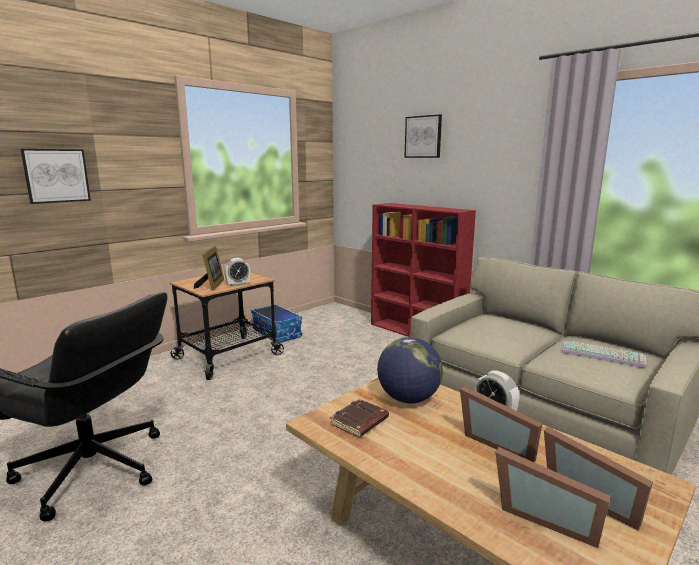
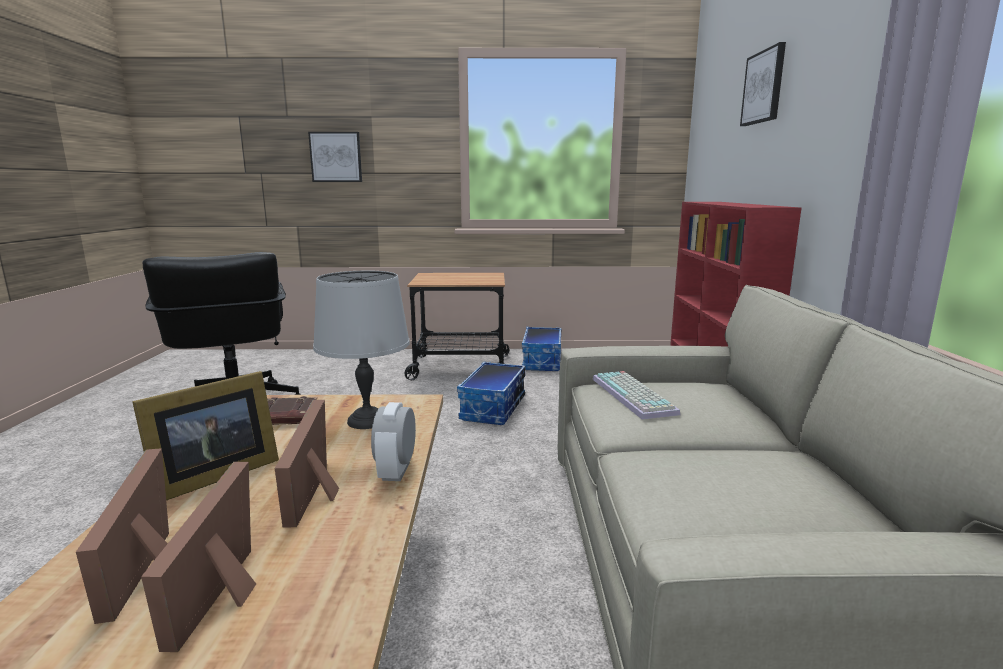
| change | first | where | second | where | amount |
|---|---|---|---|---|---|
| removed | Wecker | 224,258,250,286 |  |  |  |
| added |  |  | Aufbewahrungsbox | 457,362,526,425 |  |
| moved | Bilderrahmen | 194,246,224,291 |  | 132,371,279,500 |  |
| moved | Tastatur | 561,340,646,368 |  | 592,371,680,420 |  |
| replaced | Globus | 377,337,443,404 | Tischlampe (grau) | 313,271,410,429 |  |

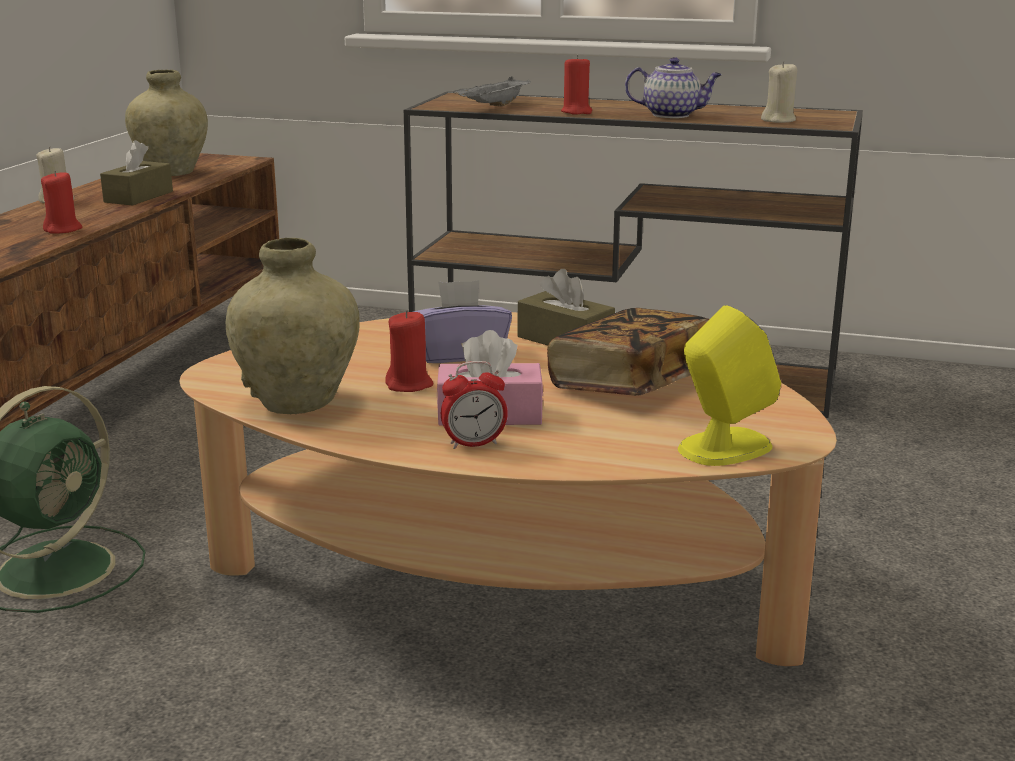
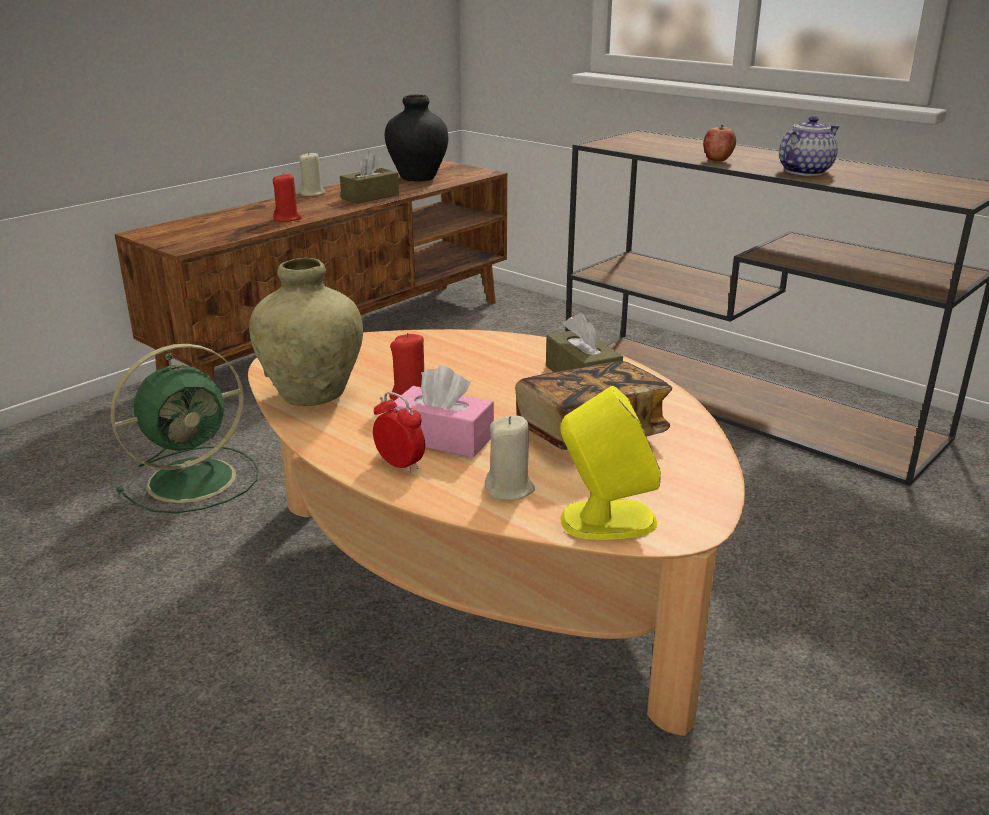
| change | first | where | second | where | amount |
|---|---|---|---|---|---|
| removed | Taschentuchbox (lila) | 414,280,512,363 |  |  |  |
| removed | Tablett (grau) | 453,77,531,106 |  |  |  |
| moved | Kerze (beige) | 761,61,797,123 |  | 485,416,535,500 |  |
| replaced | Kerze (rot) | 561,55,592,115 | Apfel | 703,125,736,161 |  |
| recoloured | Vase (beige) | 125,70,208,176 | Vase (schwarz) | 385,95,448,182 |  |
| turned | Wecker | 441,361,508,449 |  | 373,392,425,473 | 150 degrees counterclockwise |
| turned | Teekanne | 625,57,722,118 |  | 779,116,839,176 | 75 degrees counterclockwise |

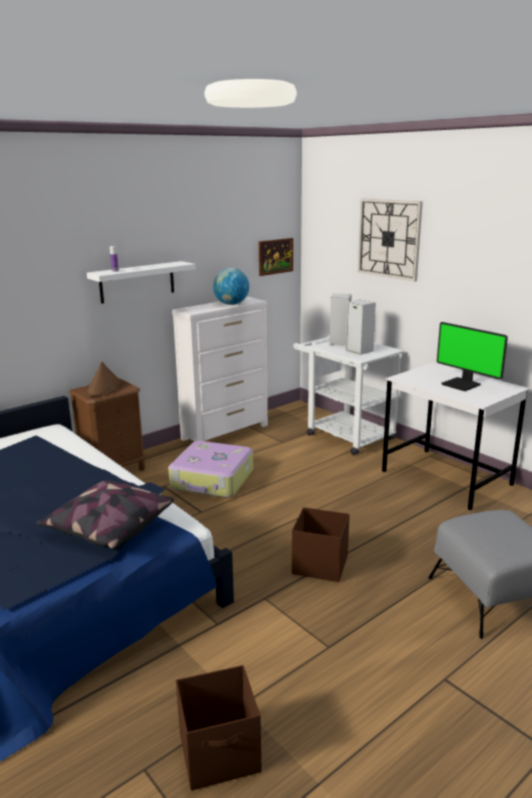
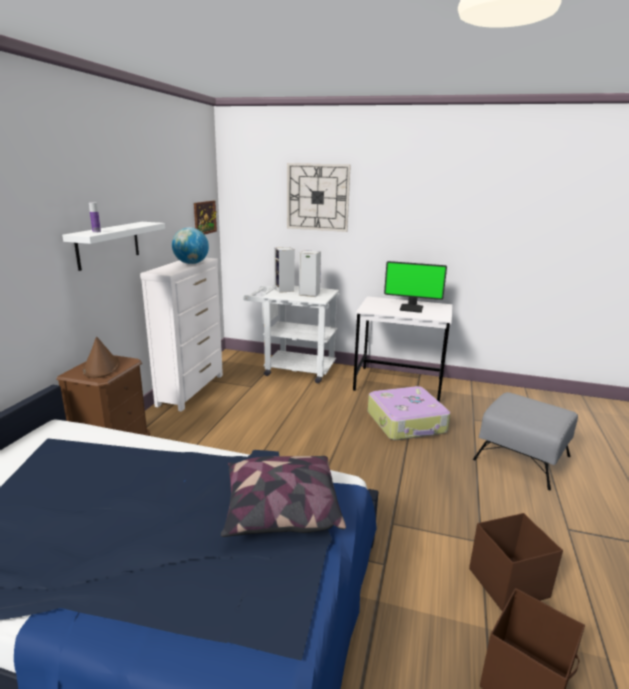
| change | first | where | second | where | amount |
|---|---|---|---|---|---|
| moved | Koffer | 168,441,253,498 |  | 368,386,450,440 |  |
| moved | Aufbewahrungsbox (braun) | 292,507,349,582 |  | 469,513,563,611 |  |

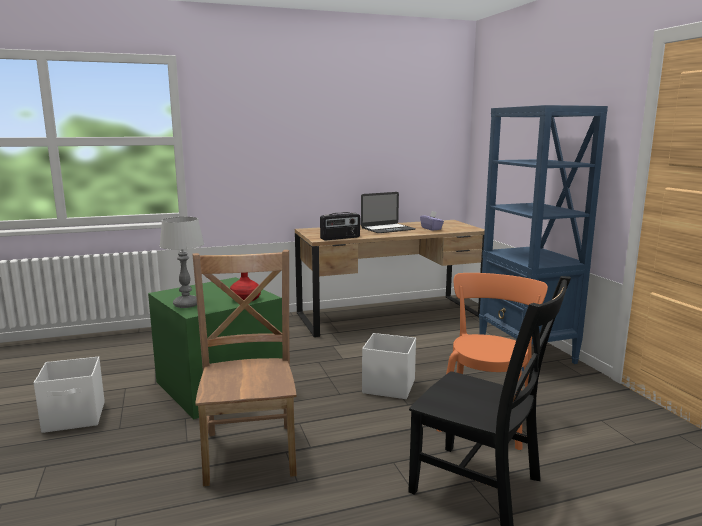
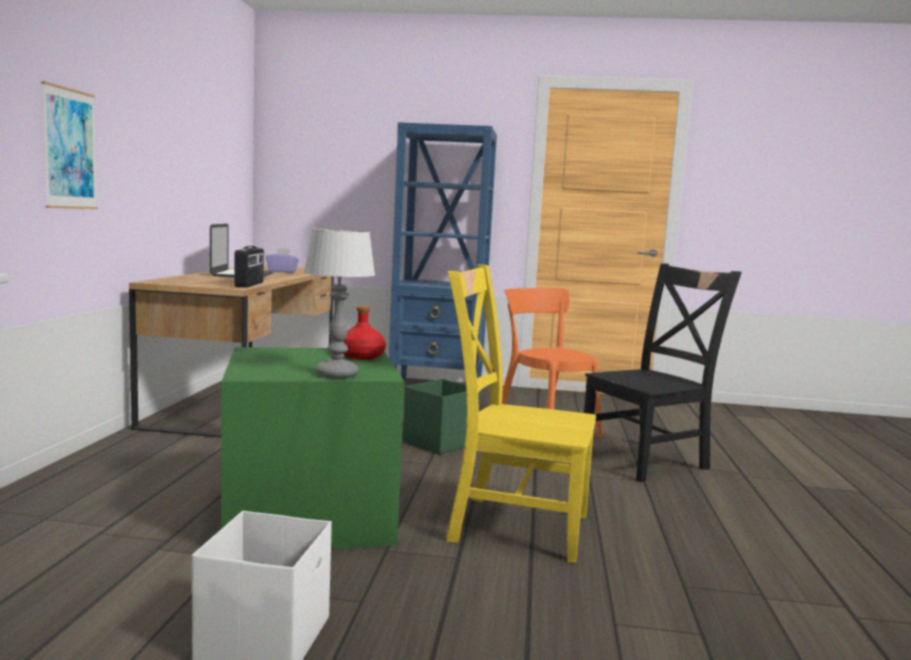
| change | first | where | second | where | amount |
|---|---|---|---|---|---|
| added |  |  | Bild | 41,81,98,209 |  |
| recoloured | Stuhl (braun) | 192,250,297,486 | Stuhl (gelb) | 446,264,596,563 |  |
| recoloured | Aufbewahrungsbox (weiß) | 362,333,416,399 | Aufbewahrungsbox (grün) | 403,379,480,455 |  |

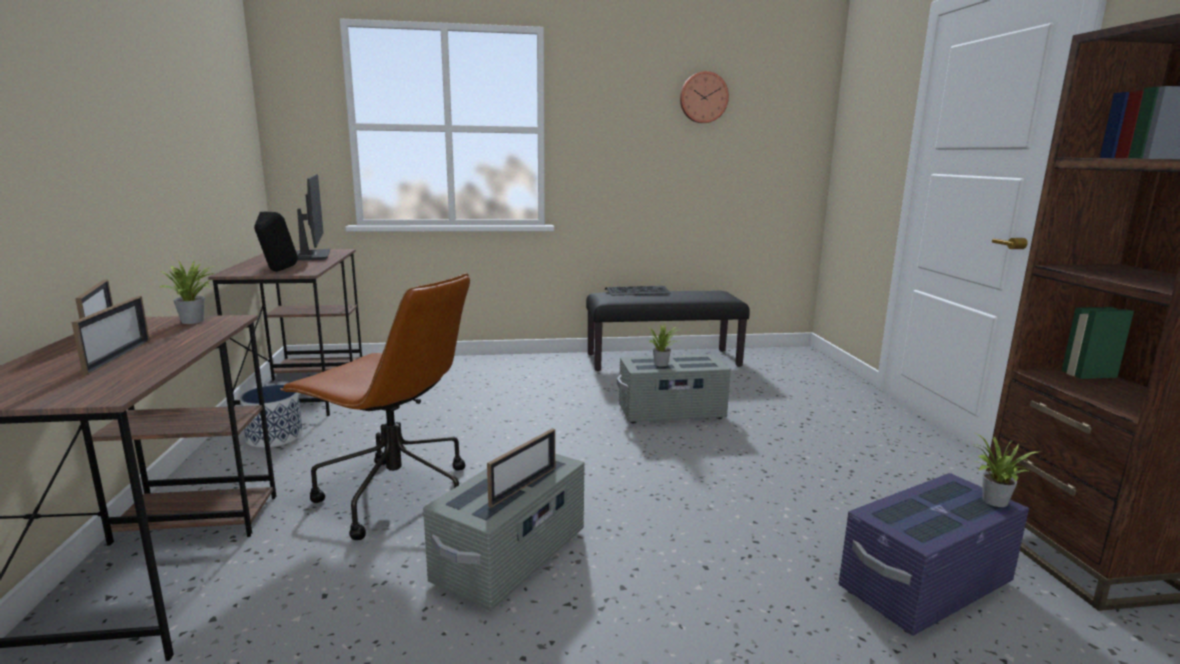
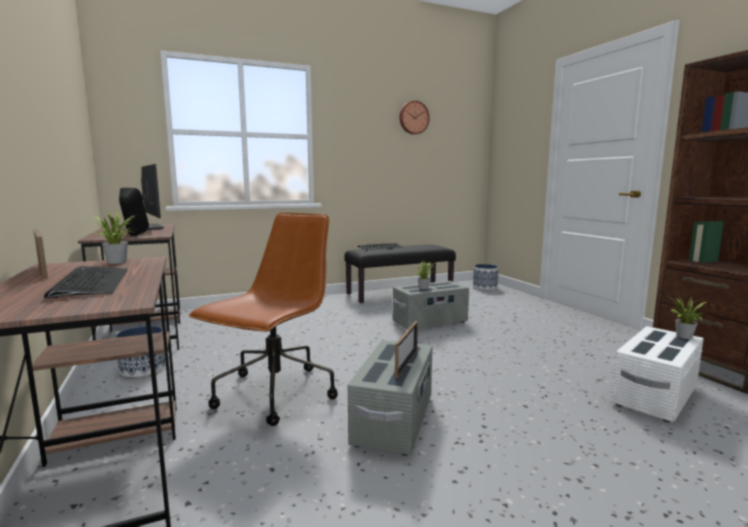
| change | first | where | second | where | amount |
|---|---|---|---|---|---|
| added |  |  | Pflanzkübel | 473,264,499,290 |  |
| replaced | Bilderrahmen | 72,296,150,375 | Tastatur | 44,266,128,298 |  |
| recoloured | Aufbewahrungsbox (lila) | 838,473,1029,635 | Aufbewahrungsbox (weiß) | 611,326,704,422 |  |
| turned | Bürostuhl (braun) | 280,273,470,540 |  | 189,213,338,426 | 75 degrees counterclockwise |

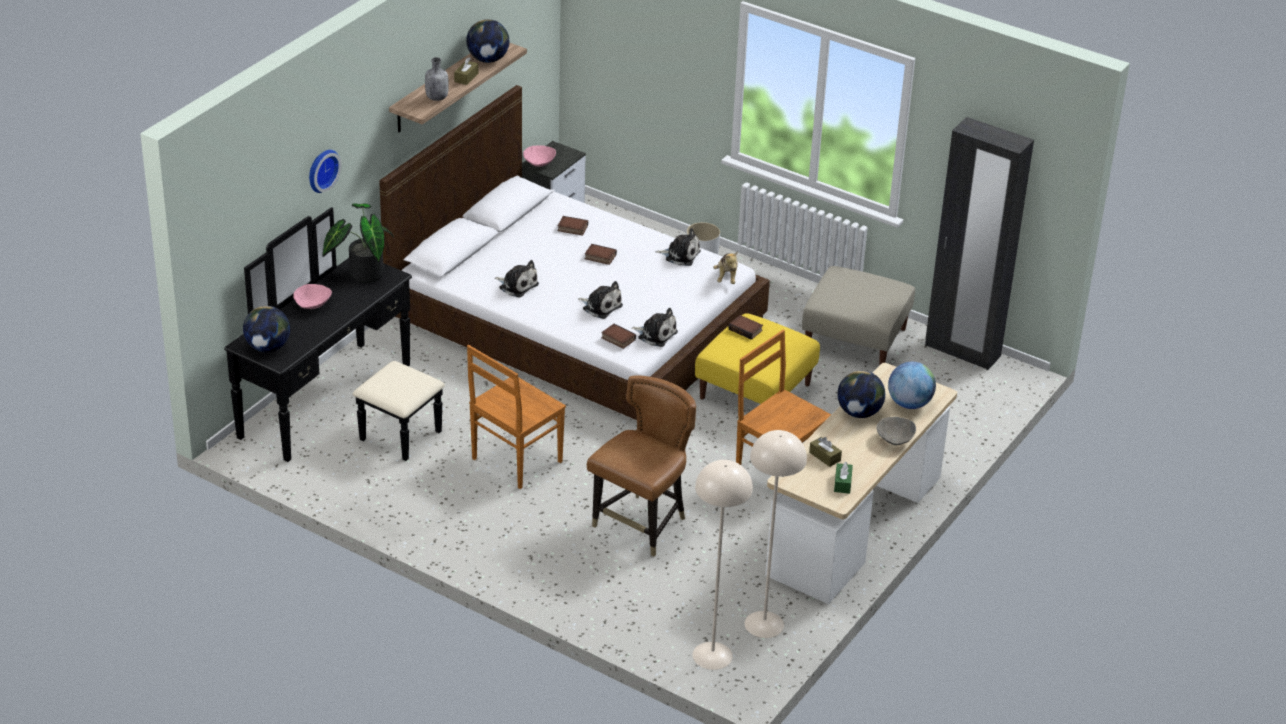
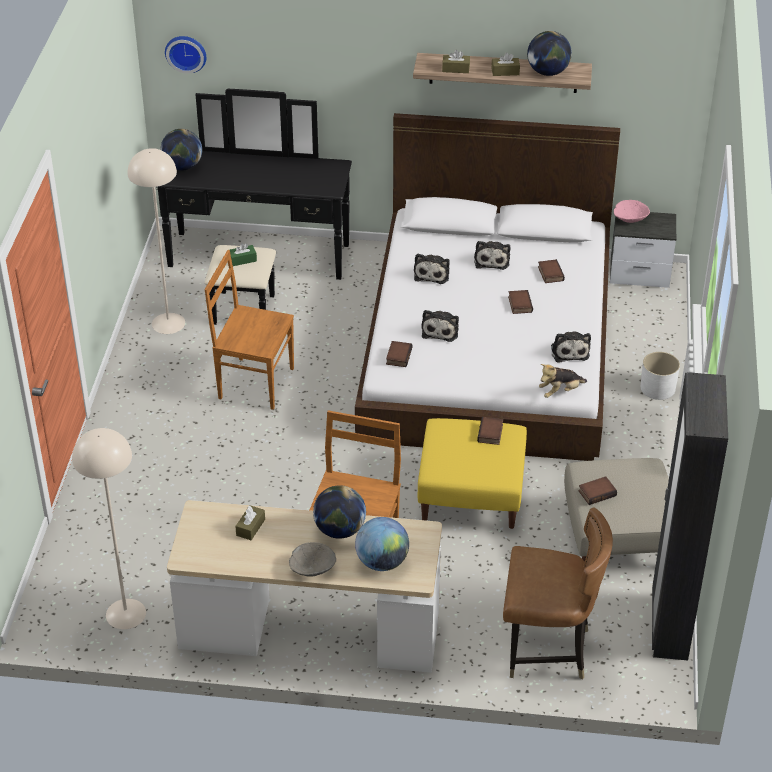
| change | first | where | second | where | amount |
|---|---|---|---|---|---|
| removed | Schüssel (rosa) | 293,284,332,309 |  |  |  |
| removed | Topfpflanze | 322,203,394,282 |  |  |  |
| added |  |  | Buch | 578,476,617,505 |  |
| moved | Wanduhr | 309,150,341,193 |  | 165,36,206,74 |  |
| moved | Stuhl (braun) | 587,375,696,556 |  | 503,508,613,680 |  |
| moved | Plüschtier | 632,308,678,347 |  | 474,241,511,270 |  |
| moved | Stehlampe (beige) | 693,460,753,670 |  | 128,148,185,334 |  |
| moved | Taschentuchbox (grün) | 834,462,853,494 |  | 230,243,257,266 |  |
| replaced | Flasche (grau) | 425,57,449,101 | Taschentuchbox (braun) | 442,50,470,73 |  |

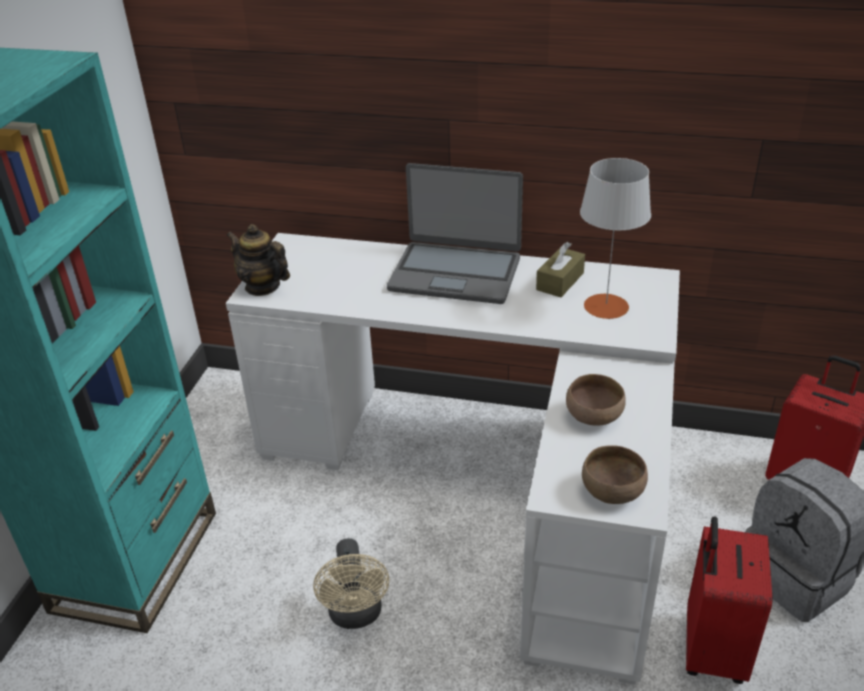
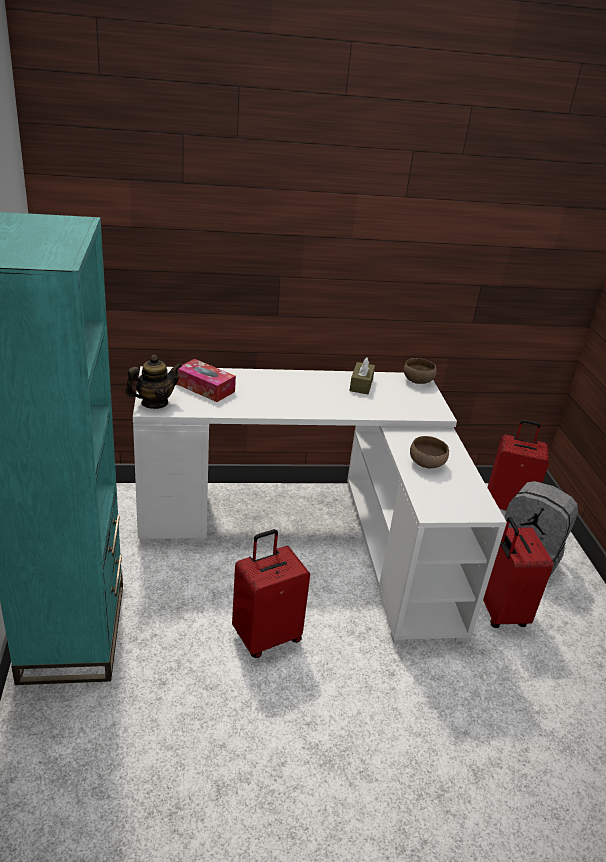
| change | first | where | second | where | amount |
|---|---|---|---|---|---|
| removed | Laptop | 387,163,523,304 |  |  |  |
| removed | Tischlampe (grau) | 580,158,651,319 |  |  |  |
| added |  |  | Taschentuchbox | 177,359,236,402 |  |
| moved | Schüssel (braun) | 582,445,648,504 |  | 404,358,437,384 |  |
| replaced | Ventilator (beige) | 313,538,389,629 | Koffer (rot) | 232,529,310,658 |  |
| turned | Teekanne | 227,224,290,296 |  | 125,355,182,409 | 135 degrees clockwise |

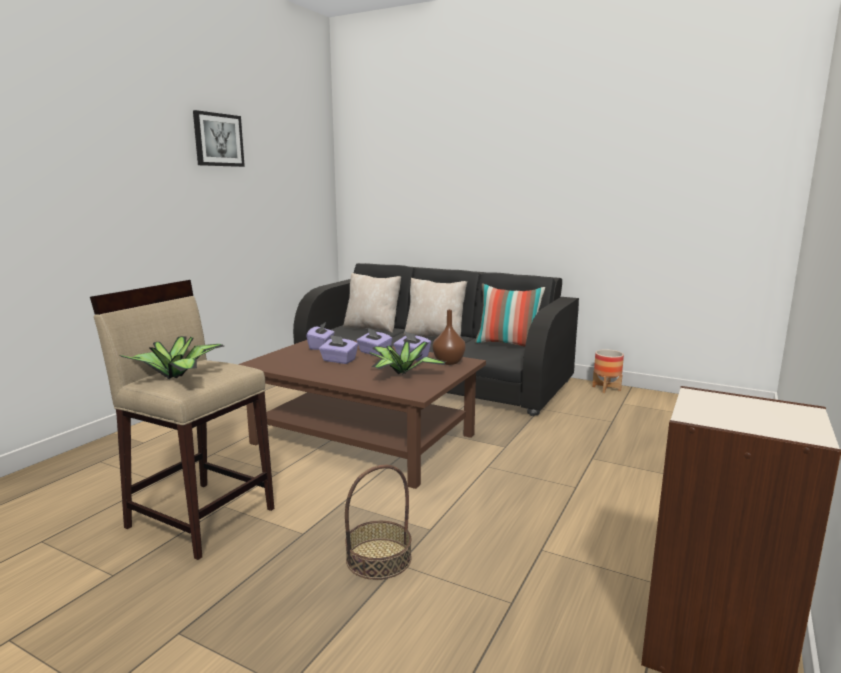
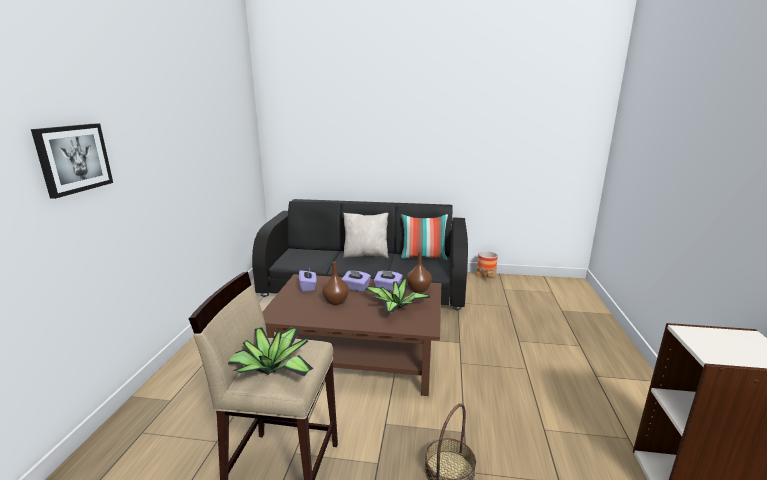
| change | first | where | second | where | amount |
|---|---|---|---|---|---|
| removed | Kissen (beige) | 343,273,401,333 |  |  |  |
| moved | Bild | 193,110,245,167 |  | 31,123,113,199 |  |
| replaced | Taschentuchbox (lila) | 319,335,358,364 | Vase (braun) | 322,262,349,305 |  |

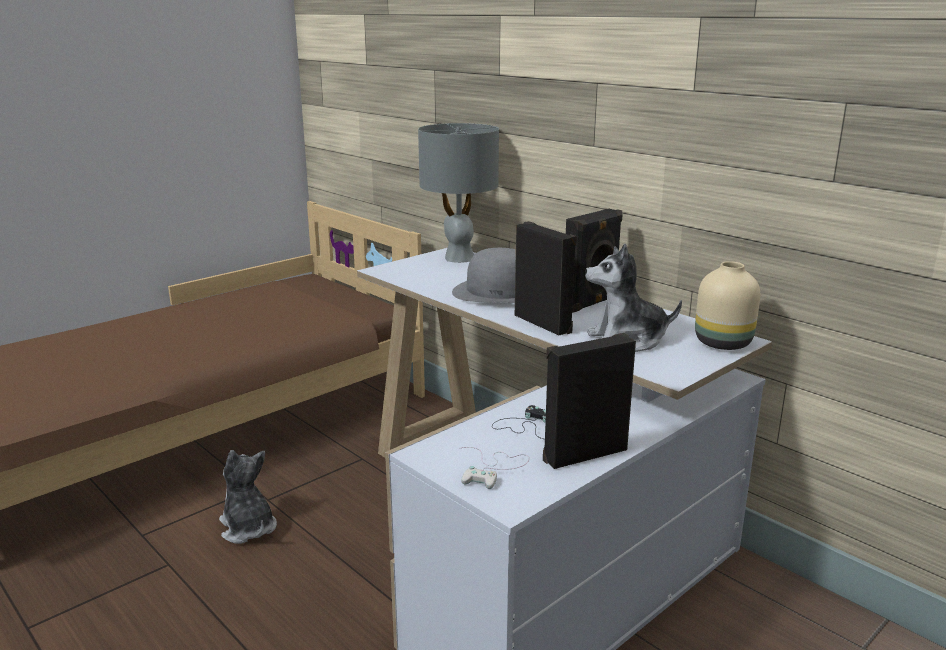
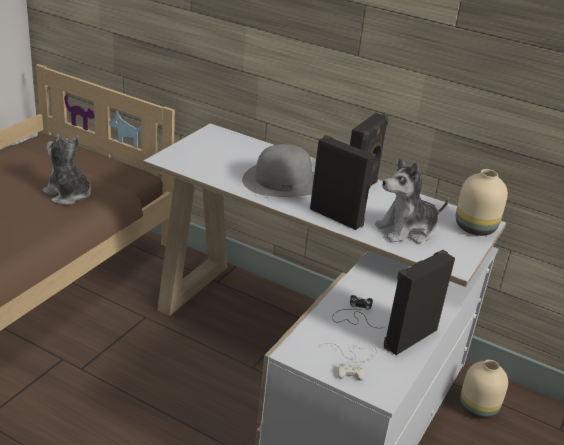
| change | first | where | second | where | amount |
|---|---|---|---|---|---|
| removed | Tischlampe (grau) | 418,123,499,263 |  |  |  |
| added |  |  | Vase (beige) | 460,360,508,419 |  |
| moved | Plüschtier | 219,450,277,544 |  | 43,134,91,205 |  |

